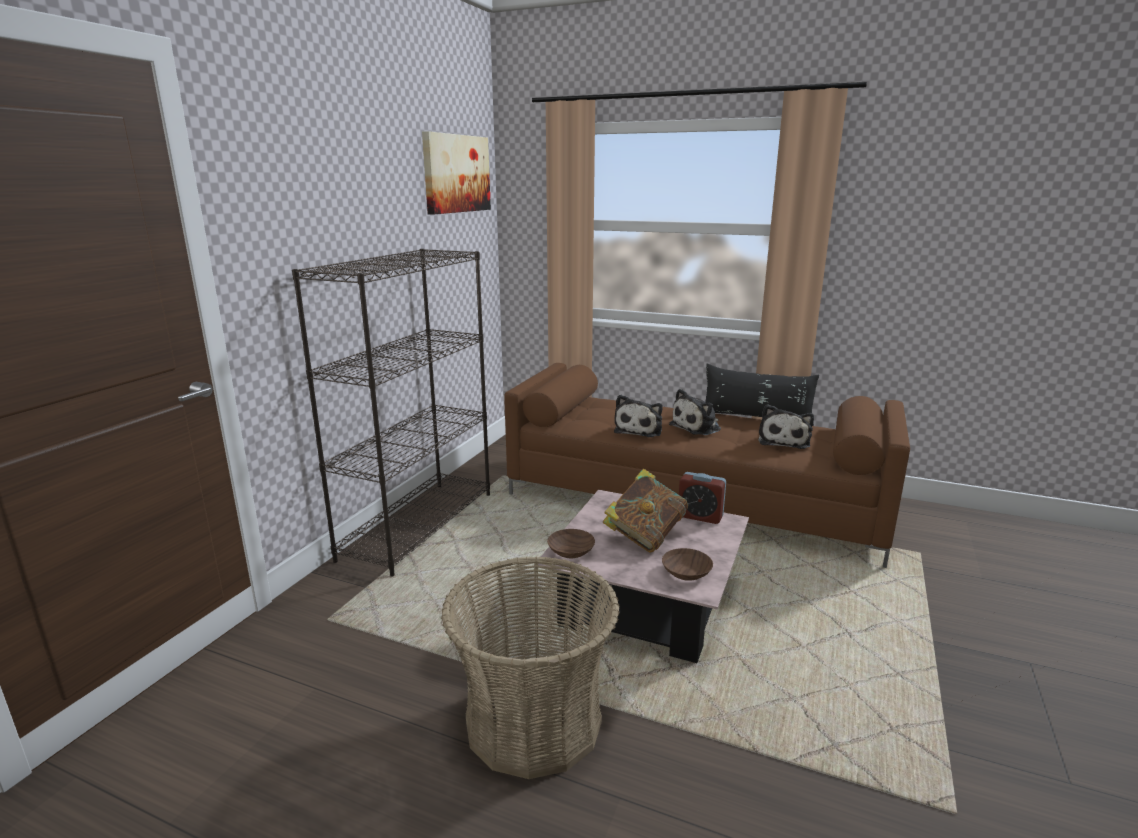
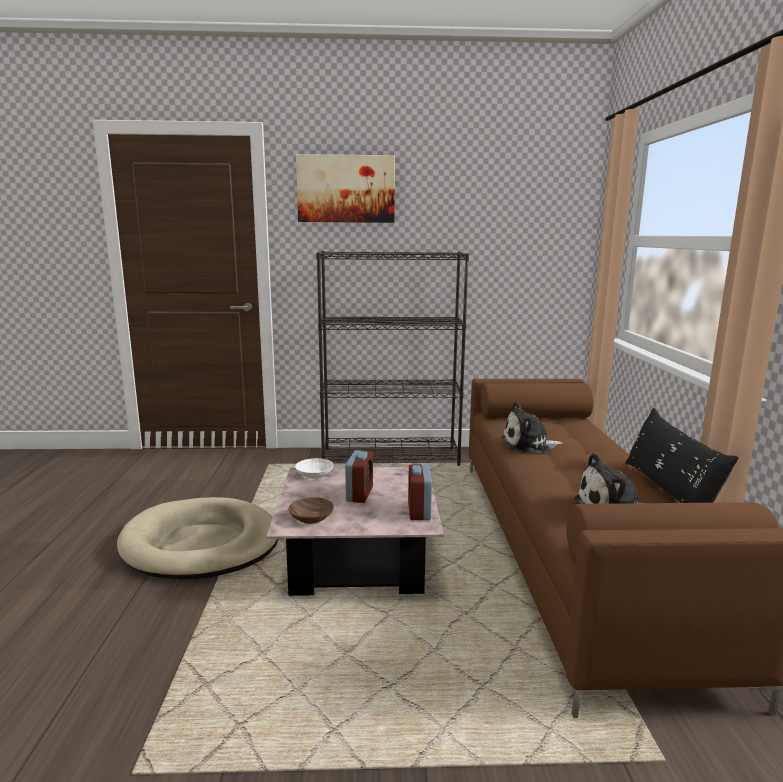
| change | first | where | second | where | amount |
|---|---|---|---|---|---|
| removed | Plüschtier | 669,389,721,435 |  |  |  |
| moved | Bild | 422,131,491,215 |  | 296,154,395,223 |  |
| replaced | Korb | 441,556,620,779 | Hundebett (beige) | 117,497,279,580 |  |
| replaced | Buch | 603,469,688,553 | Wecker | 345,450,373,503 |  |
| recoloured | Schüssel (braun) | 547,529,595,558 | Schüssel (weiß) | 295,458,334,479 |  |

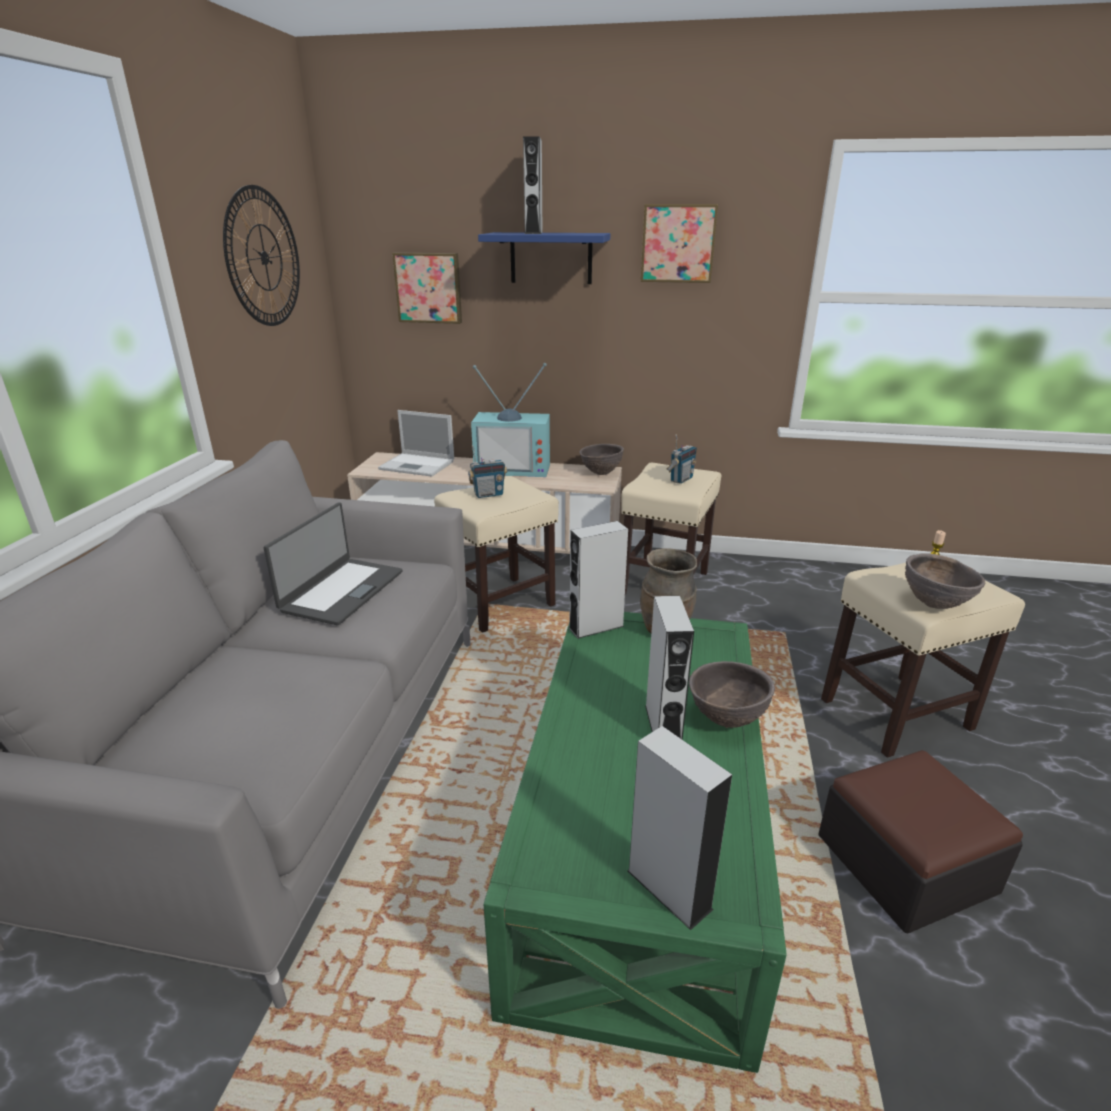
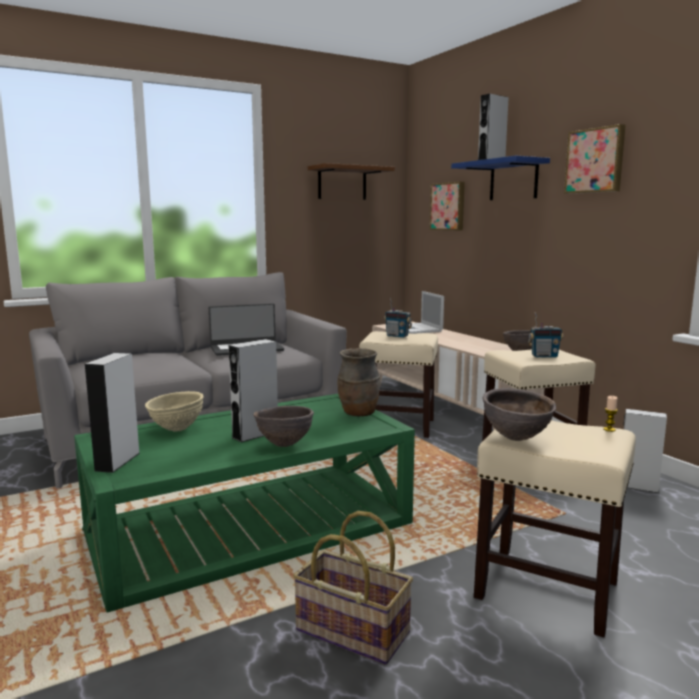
| change | first | where | second | where | amount |
|---|---|---|---|---|---|
| removed | Fernseher | 471,363,550,477 |  |  |  |
| added |  |  | Schüssel (beige) | 145,391,204,432 |  |
| moved | Lautsprecher (grau) | 569,521,628,639 |  | 623,409,667,493 |  |
| replaced | Wanduhr | 223,185,300,326 | Wandregal (braun) | 308,163,395,200 |  |
| replaced | Polsterhocker | 818,750,1023,933 | Korb | 293,511,413,665 |  |

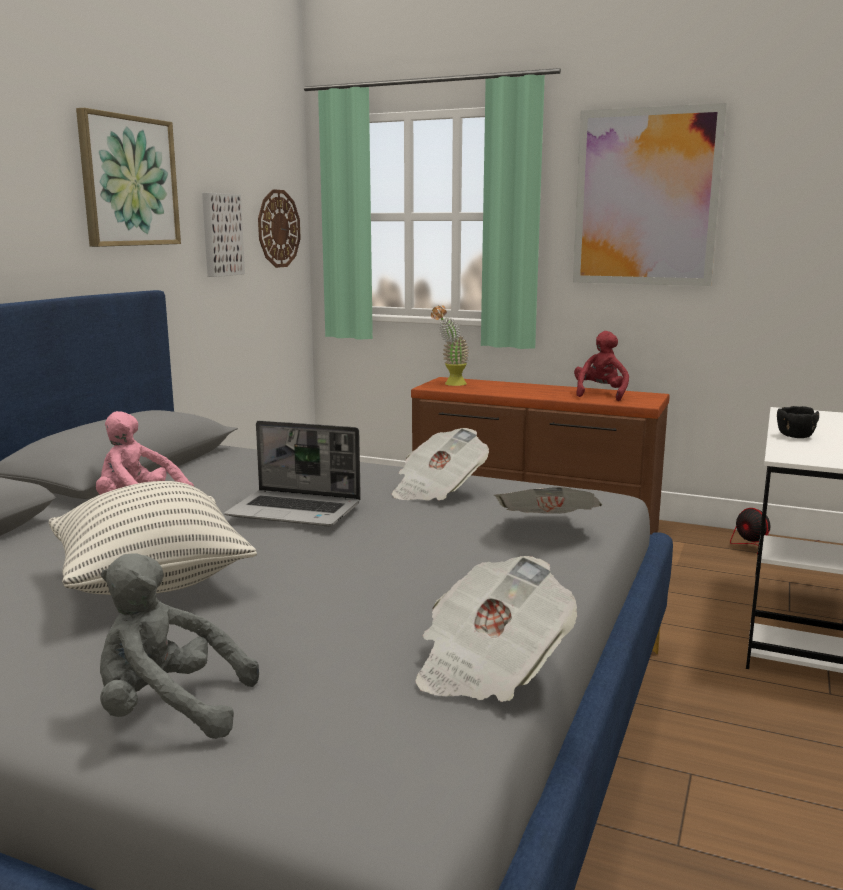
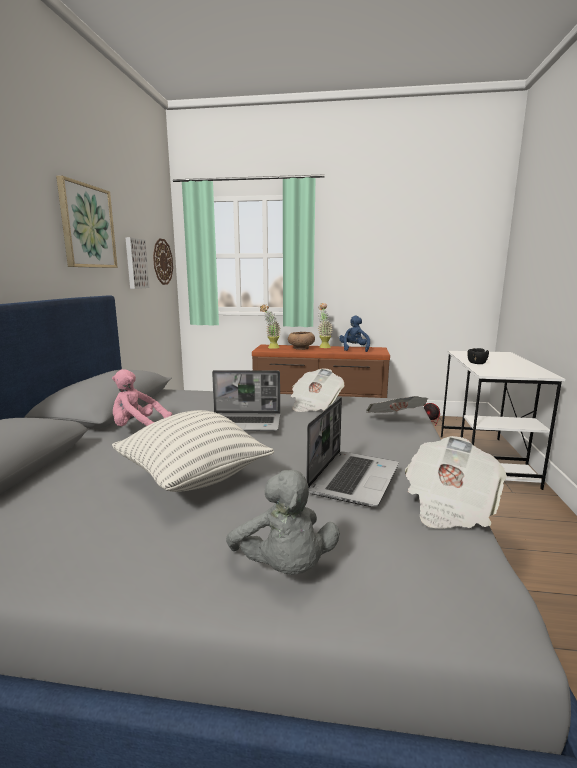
| change | first | where | second | where | amount |
|---|---|---|---|---|---|
| removed | Bild | 573,103,727,286 |  |  |  |
| added |  |  | Schüssel (braun) | 288,332,315,350 |  |
| added |  |  | Laptop | 306,397,399,507 |  |
| added |  |  | Topfpflanze | 318,303,333,348 |  |
| recoloured | Plüschtier (rot) | 574,331,629,401 | Plüschtier (blau) | 339,315,370,352 |  |
| turned | Plüschtier (grau) | 100,553,259,739 |  | 226,470,340,575 | 105 degrees counterclockwise |

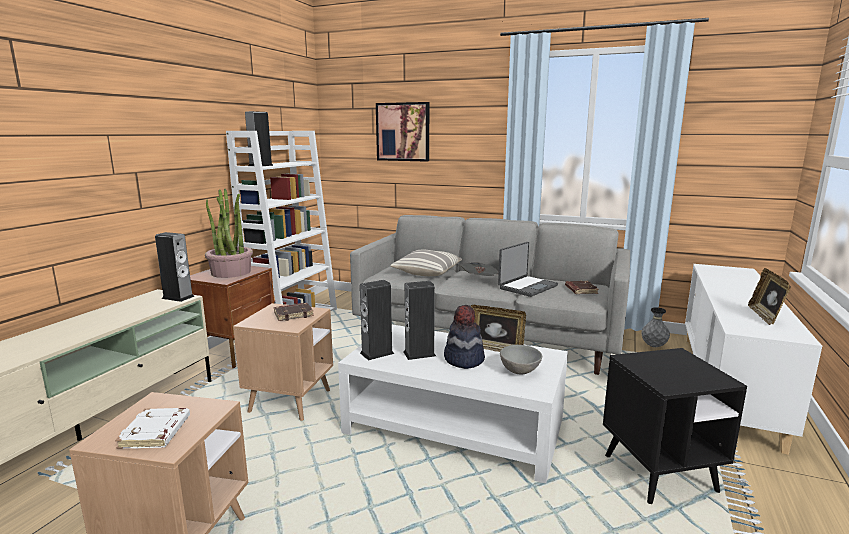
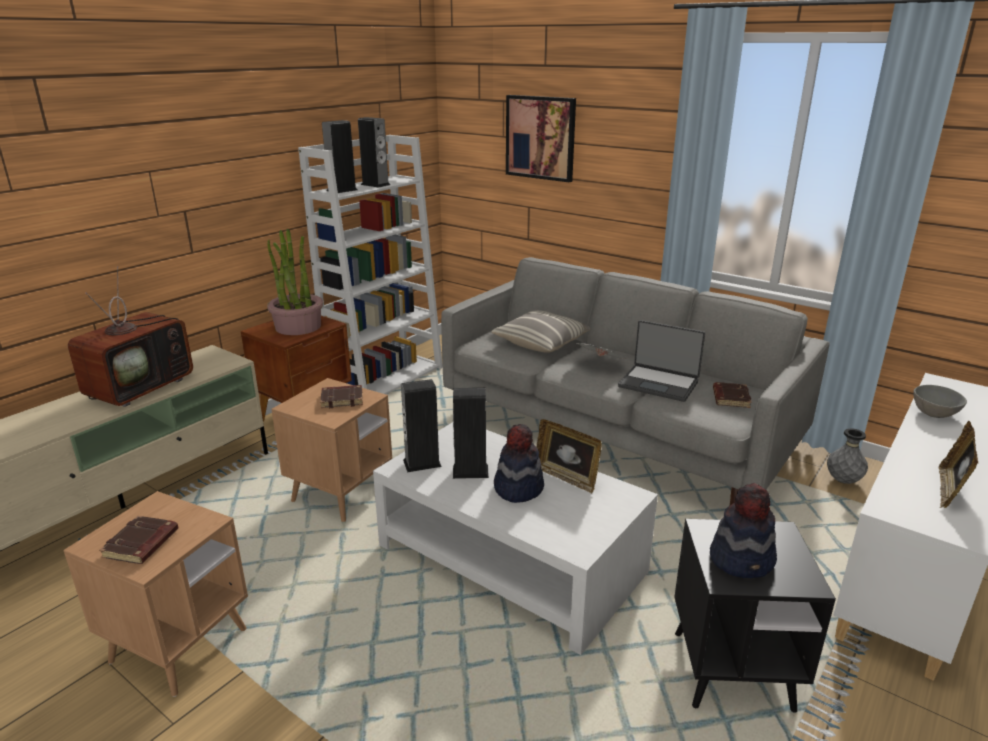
| change | first | where | second | where | amount |
|---|---|---|---|---|---|
| added |  |  | Fernseher | 68,266,193,407 |  |
| added |  |  | Hut | 710,483,777,578 |  |
| moved | Lautsprecher | 155,232,195,302 |  | 358,117,390,188 |  |
| moved | Schüssel (grau) | 500,345,542,375 |  | 913,385,967,418 |  |
| recoloured | Buch (weiß) | 115,408,190,449 | Buch (braun) | 99,516,178,564 |  |
| turned | Laptop | 498,242,558,297 |  | 618,320,705,402 | 60 degrees clockwise |

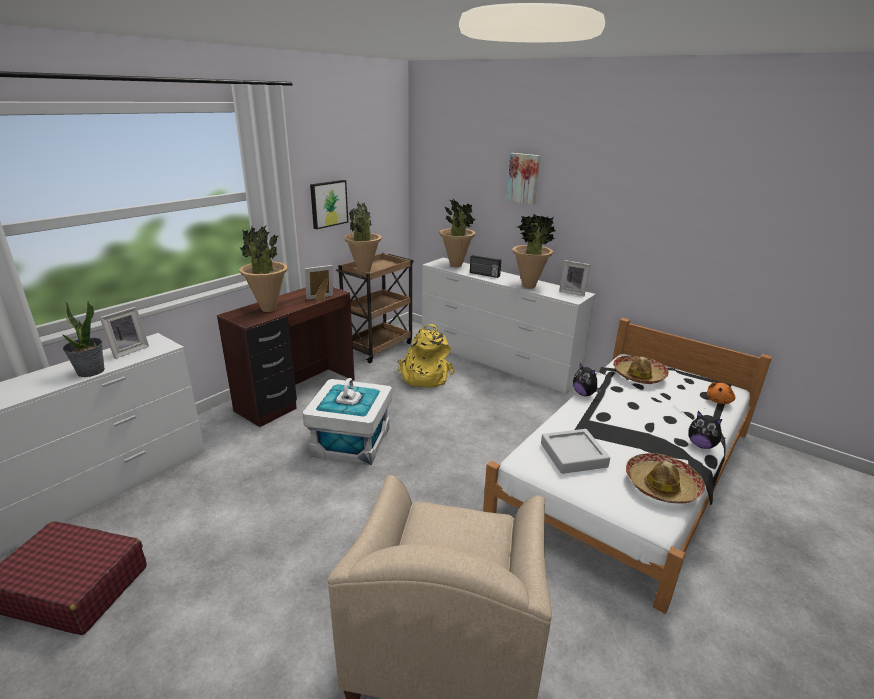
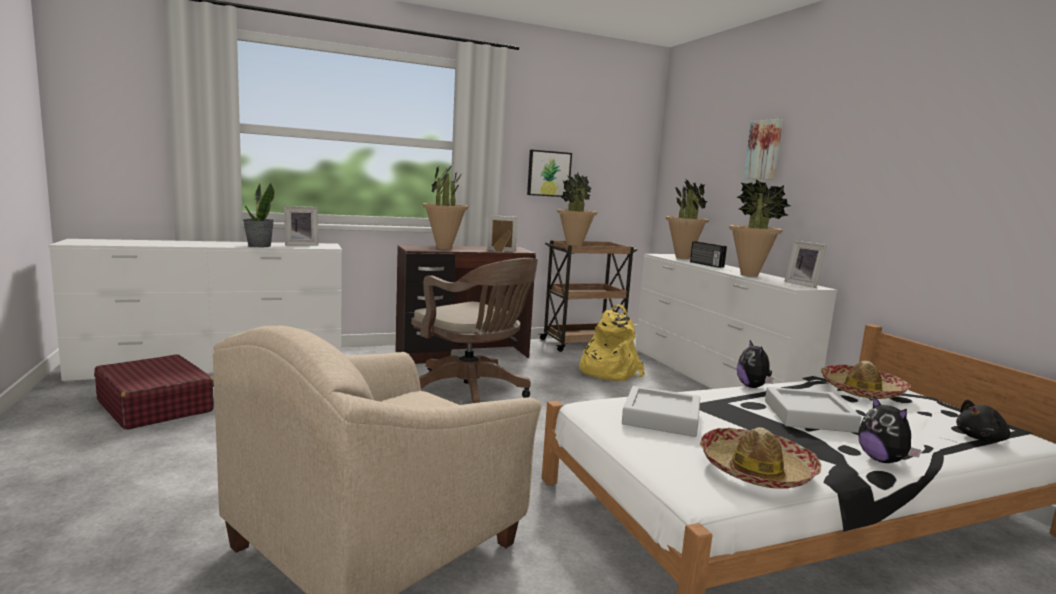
| change | first | where | second | where | amount |
|---|---|---|---|---|---|
| added |  |  | Tablett (grau) | 765,387,861,433 |  |
| replaced | Aufbewahrungsbox (weiß) | 302,378,392,465 | Bürostuhl (braun) | 411,258,538,403 |  |
| recoloured | Plüschtier (orange) | 707,382,736,404 | Plüschtier (schwarz) | 956,400,1011,442 |  |

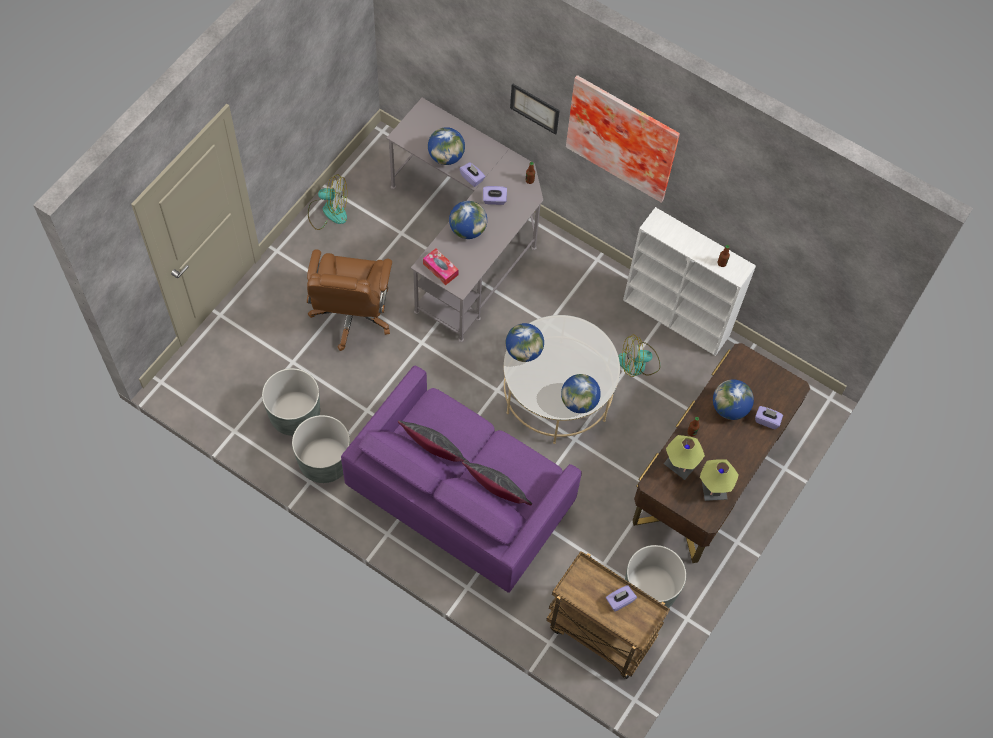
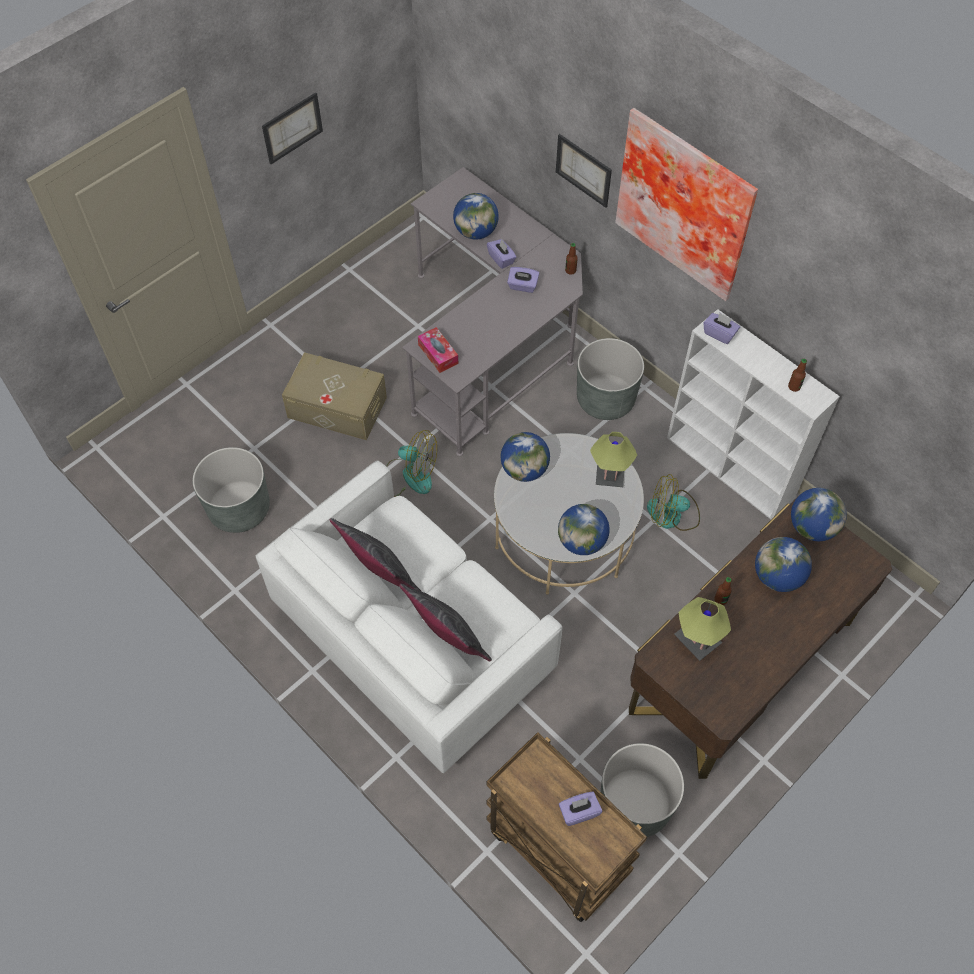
| change | first | where | second | where | amount |
|---|---|---|---|---|---|
| added |  |  | Bild | 262,92,323,164 |  |
| moved | Pflanzkübel (grau) | 292,415,350,483 |  | 577,338,644,420 |  |
| moved | Ventilator | 308,174,347,230 |  | 386,430,437,497 |  |
| moved | Globus | 449,201,487,239 |  | 791,488,847,541 |  |
| moved | Tischlampe | 700,459,739,501 |  | 590,432,637,487 |  |
| moved | Taschentuchbox (lila) | 755,406,783,429 |  | 703,313,740,344 |  |
| replaced | Bürostuhl (braun) | 307,249,392,351 | Aufbewahrungsbox (beige) | 282,352,387,440 |  |
| recoloured | Sofa (lila) | 341,366,582,593 | Sofa (weiß) | 256,461,562,773 |  |

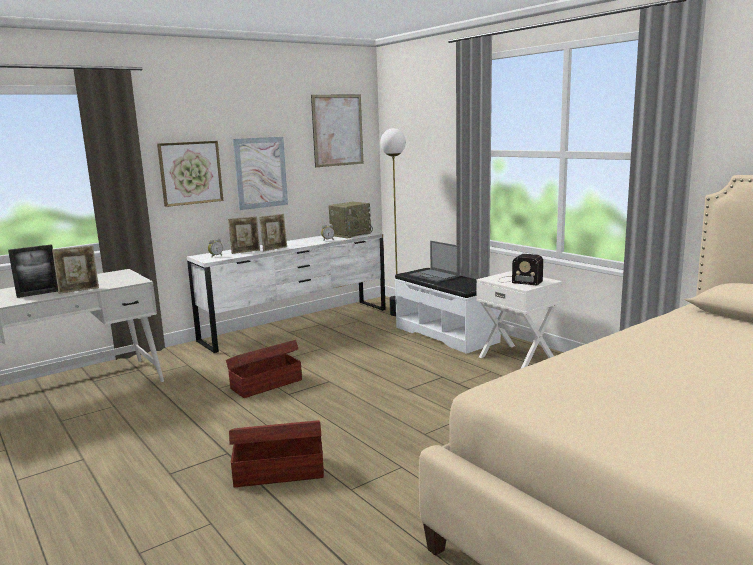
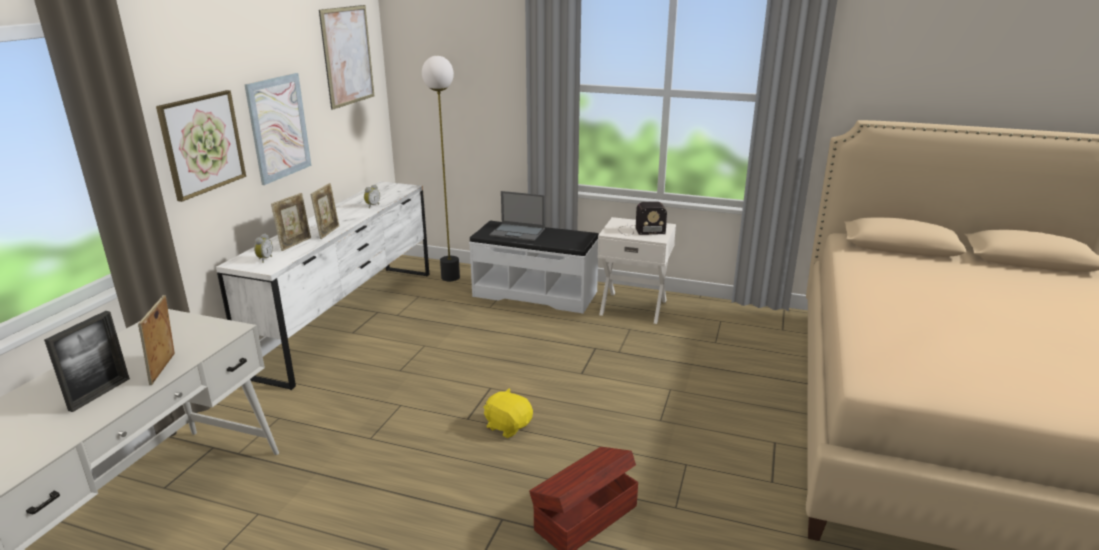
| change | first | where | second | where | amount |
|---|---|---|---|---|---|
| removed | Aufbewahrungsbox (braun) | 226,340,302,398 |  |  |  |
| removed | Radio | 329,202,373,238 |  |  |  |
| added |  |  | Plüschtier (gelb) | 483,388,533,438 |  |
| turned | Bilderrahmen | 52,246,99,294 |  | 138,295,175,385 | 150 degrees clockwise |

